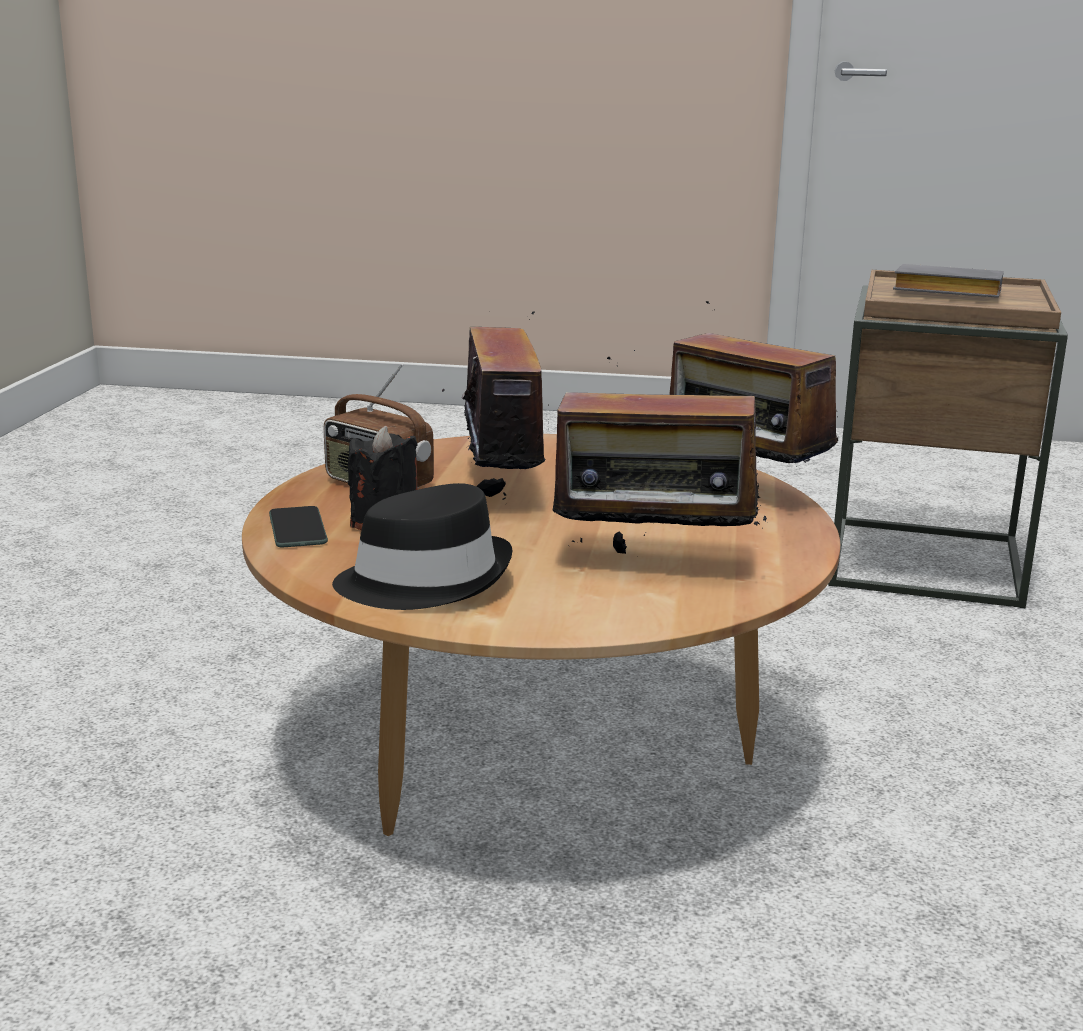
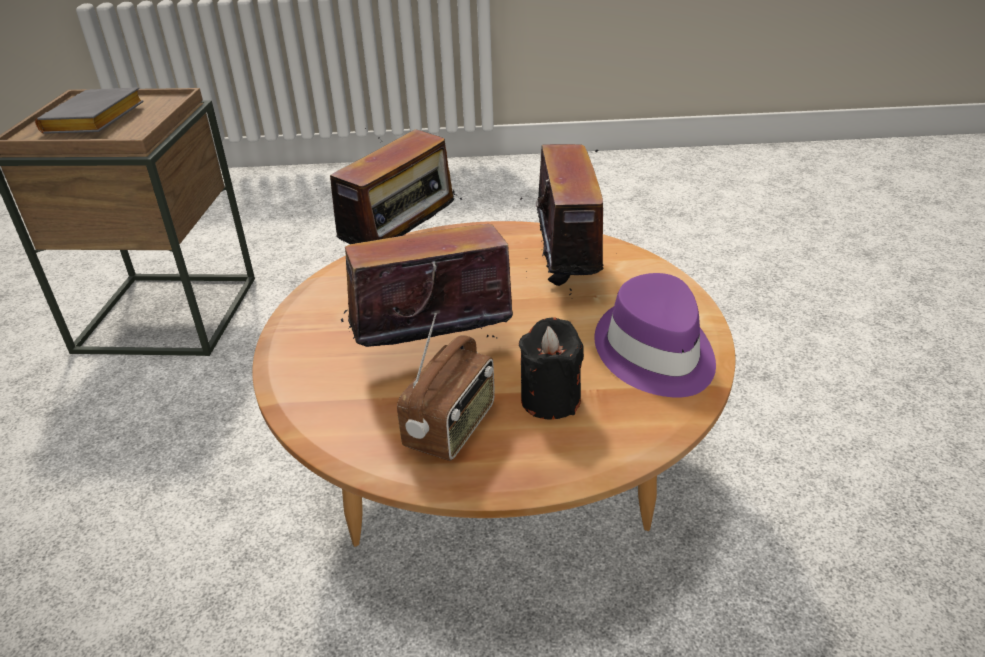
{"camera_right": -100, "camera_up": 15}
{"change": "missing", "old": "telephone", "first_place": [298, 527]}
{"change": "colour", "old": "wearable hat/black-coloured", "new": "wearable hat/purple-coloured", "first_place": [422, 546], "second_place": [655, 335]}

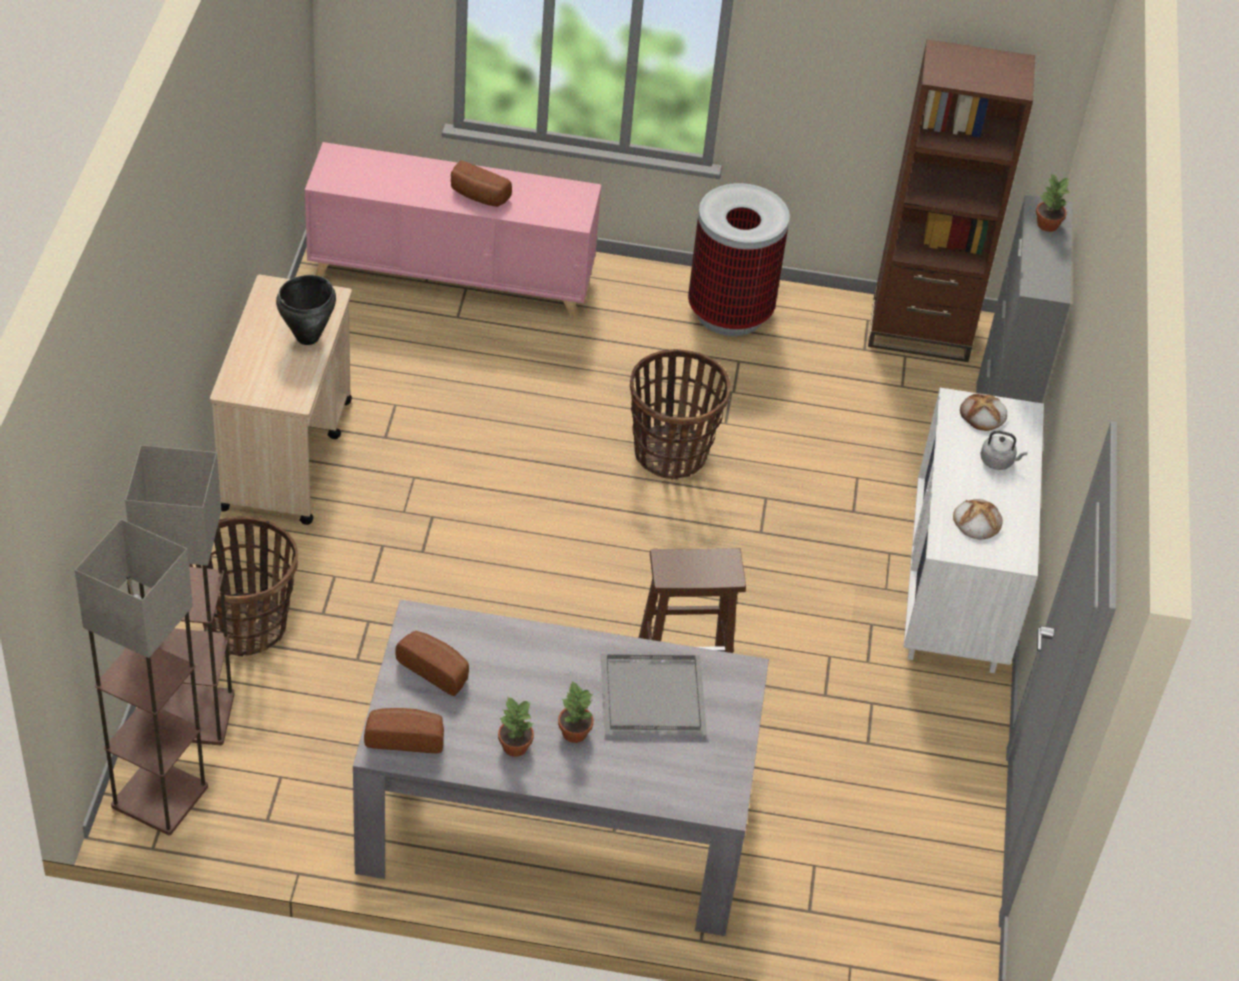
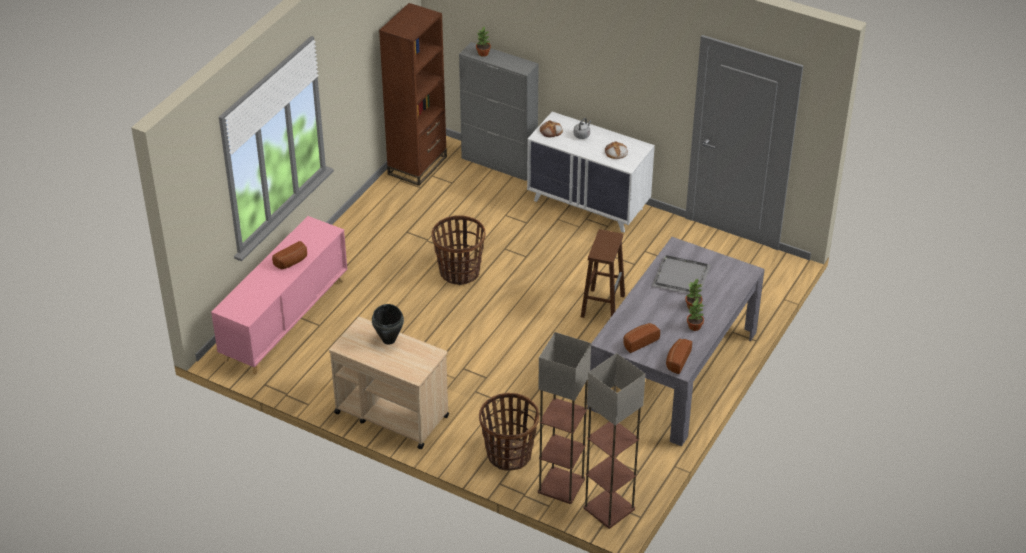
{"camera_right": -65, "camera_up": -5}
{"change": "missing", "old": "waste bin", "first_place": [739, 259]}

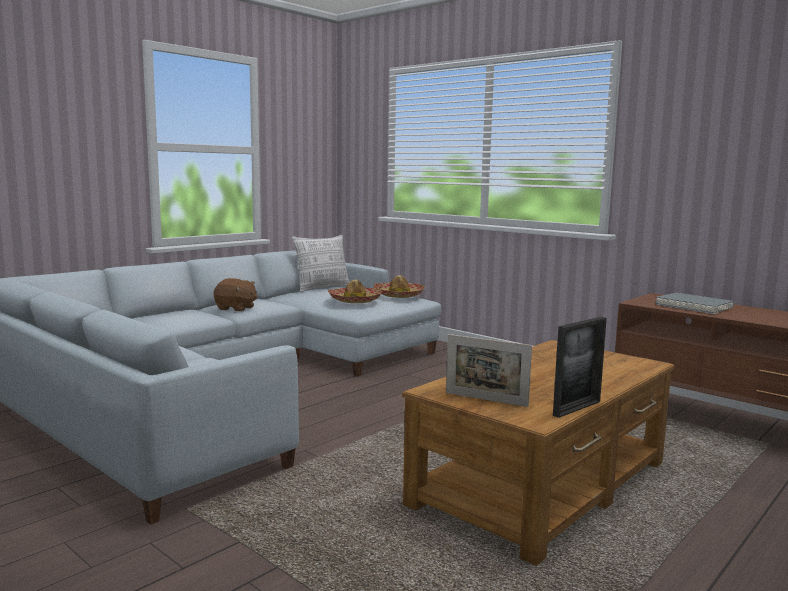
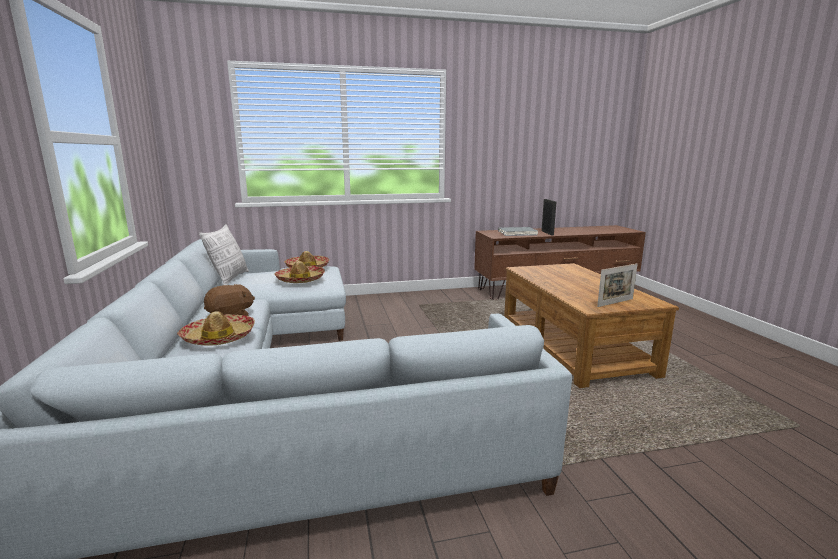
{"camera_right": -55, "camera_up": 5}
{"change": "relocated", "old": "picture frame", "first_place": [580, 367], "second_place": [548, 217]}
{"change": "appeared", "new": "wearable hat", "second_place": [216, 328]}

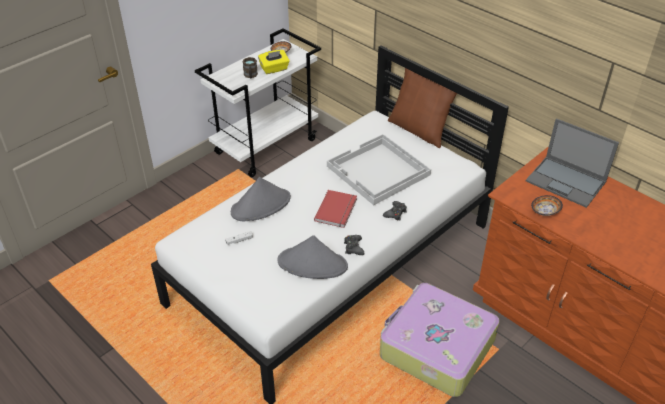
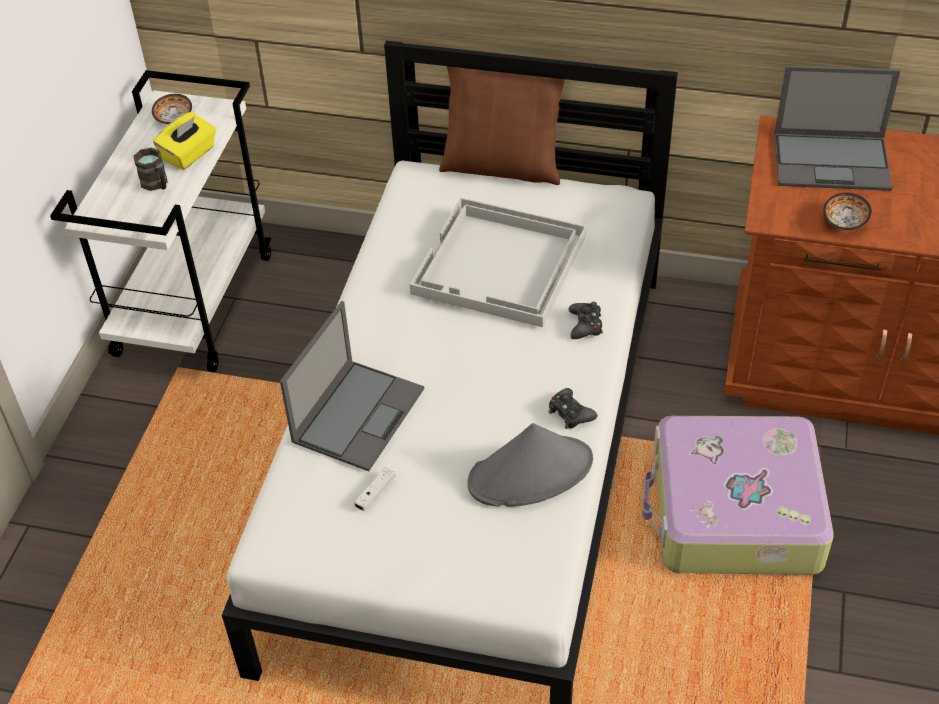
{"camera_right": -30, "camera_up": 5}
{"change": "exchanged", "old": "wearable hat/grey", "new": "laptop", "first_place": [261, 199], "second_place": [352, 386]}
{"change": "missing", "old": "bound book/red-coloured", "first_place": [335, 209]}

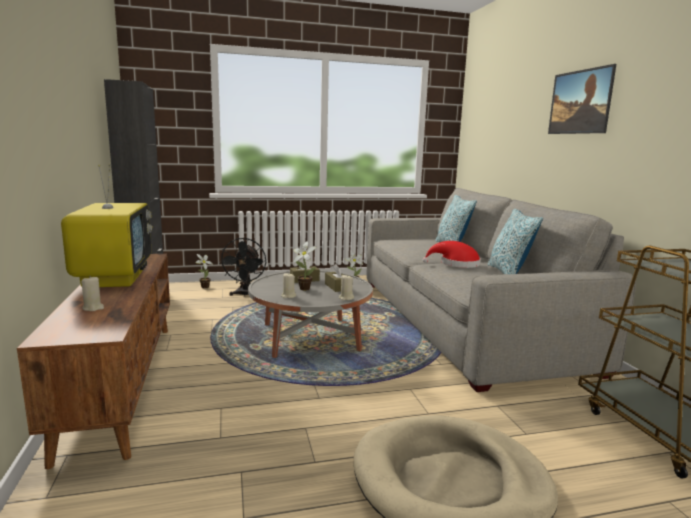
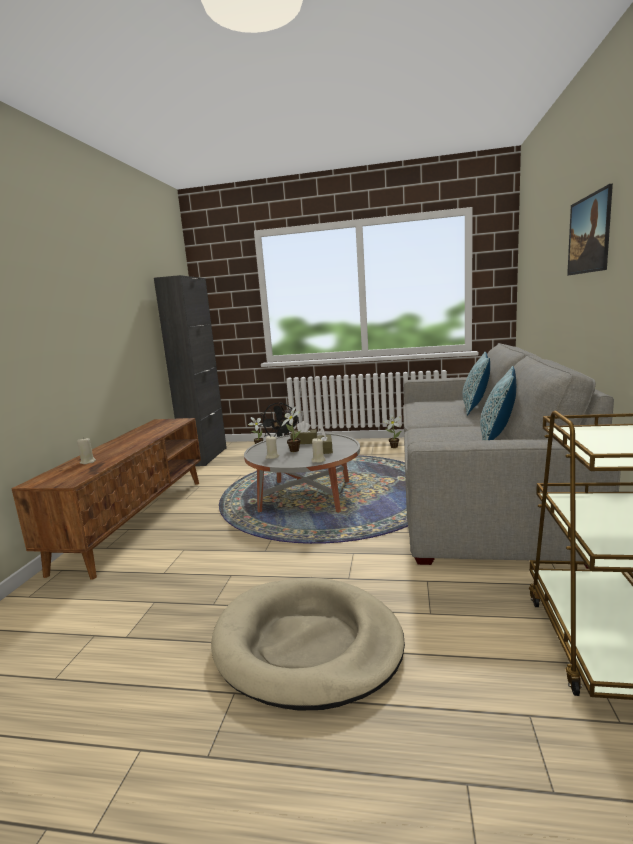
{"camera_right": 25, "camera_up": 0}
{"change": "missing", "old": "television", "first_place": [107, 225]}
{"change": "missing", "old": "wearable hat/red-coloured", "first_place": [452, 254]}

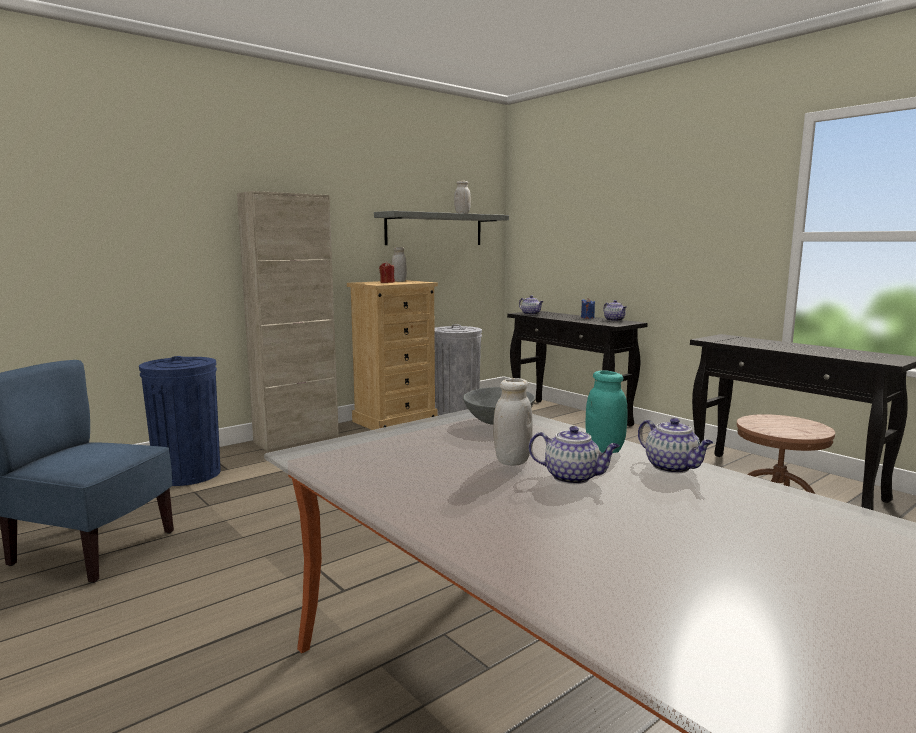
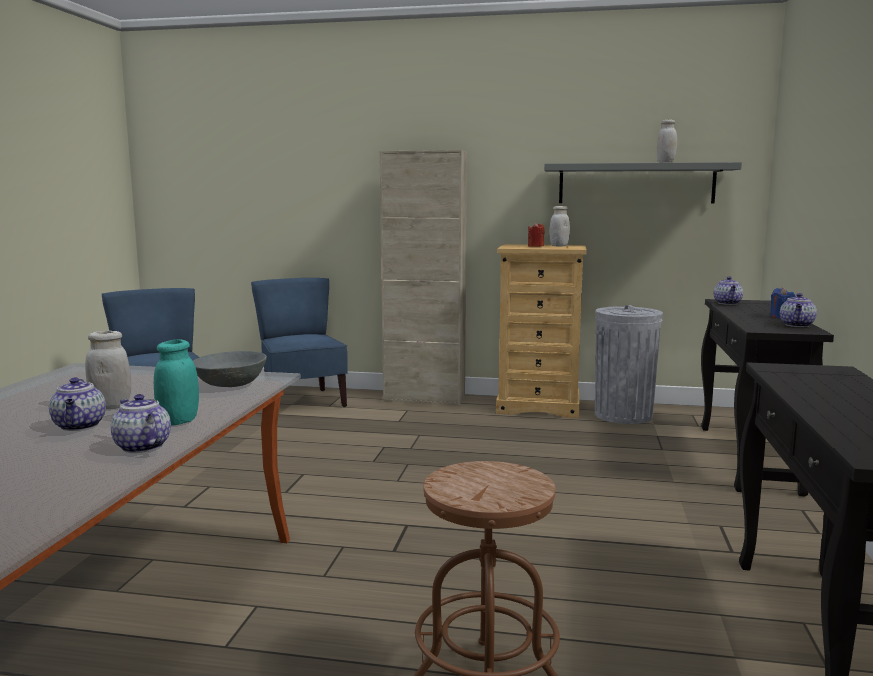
{"camera_right": 50, "camera_up": 0}
{"change": "exchanged", "old": "waste bin/blue", "new": "upright chair/blue", "first_place": [180, 421], "second_place": [299, 342]}
{"change": "spun", "old": "teapot", "first_place": [675, 445], "second_place": [141, 423], "degrees": 120}

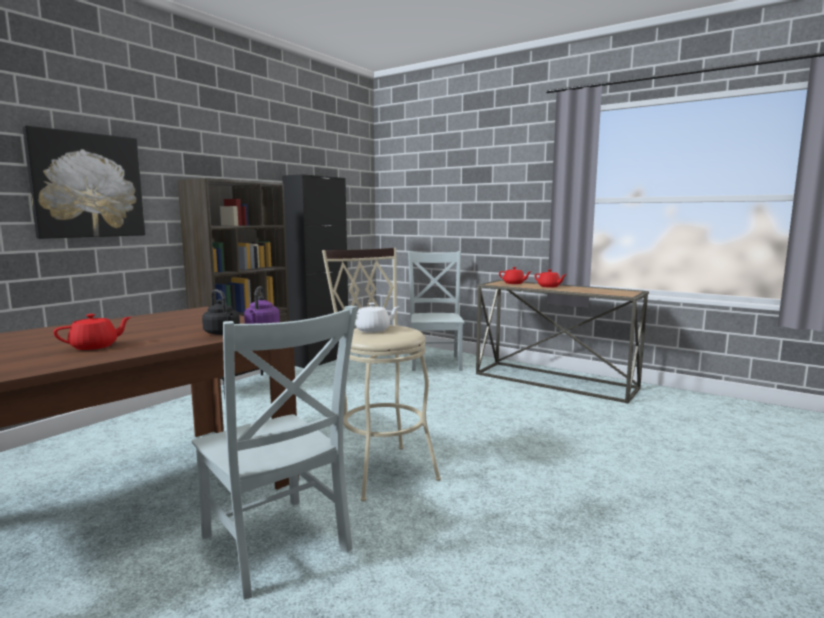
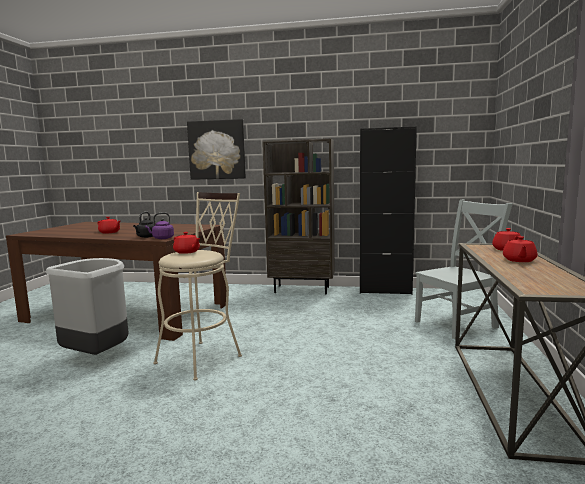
{"camera_right": 65, "camera_up": 0}
{"change": "exchanged", "old": "upright chair/grey", "new": "waste bin/grey", "first_place": [275, 453], "second_place": [87, 306]}
{"change": "colour", "old": "teapot/white-coloured", "new": "teapot/red-coloured", "first_place": [377, 318], "second_place": [186, 243]}

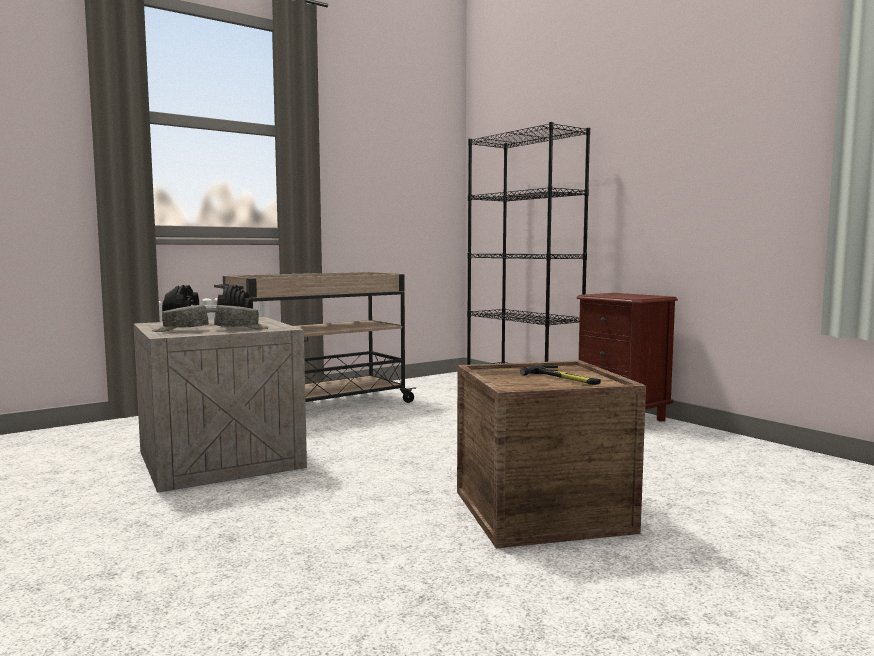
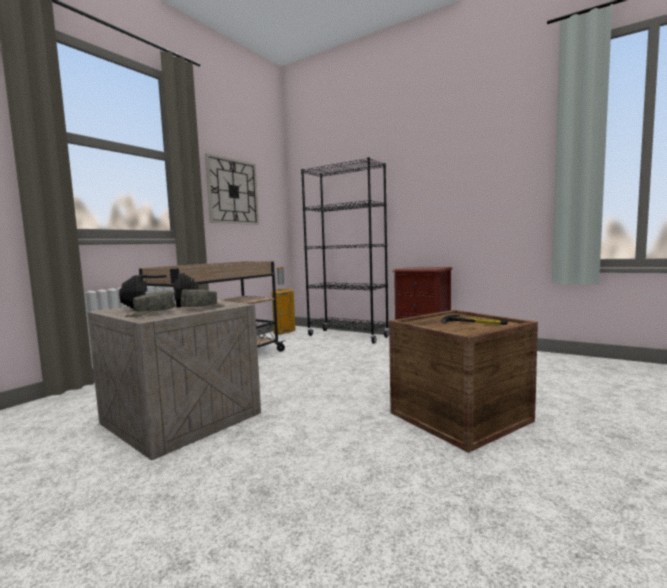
{"camera_right": -20, "camera_up": 0}
{"change": "appeared", "new": "wall clock", "second_place": [232, 189]}
{"change": "appeared", "new": "waste bin", "second_place": [283, 301]}

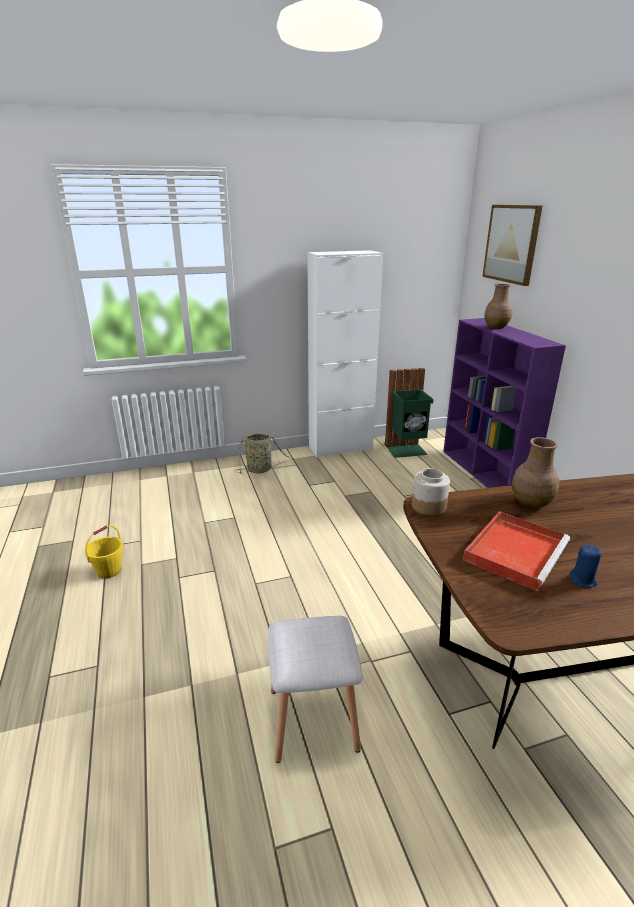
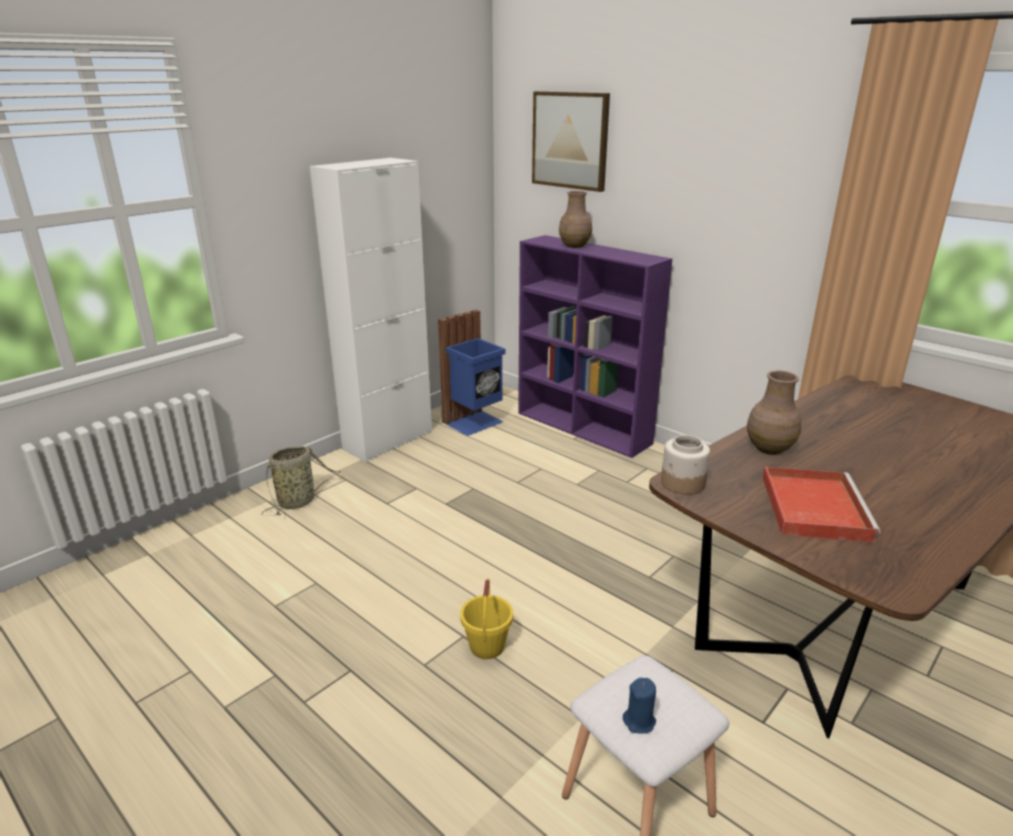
{"camera_right": -30, "camera_up": 0}
{"change": "relocated", "old": "bucket/yellowish", "first_place": [104, 551], "second_place": [486, 619]}
{"change": "colour", "old": "waste bin/green-coloured", "new": "waste bin/blue", "first_place": [409, 413], "second_place": [472, 373]}
{"change": "relocated", "old": "candle/blue", "first_place": [585, 566], "second_place": [639, 705]}

